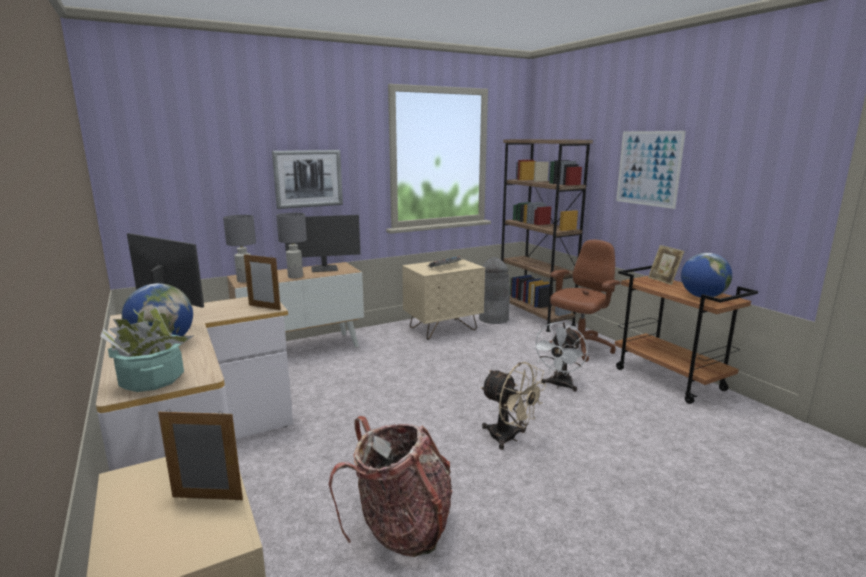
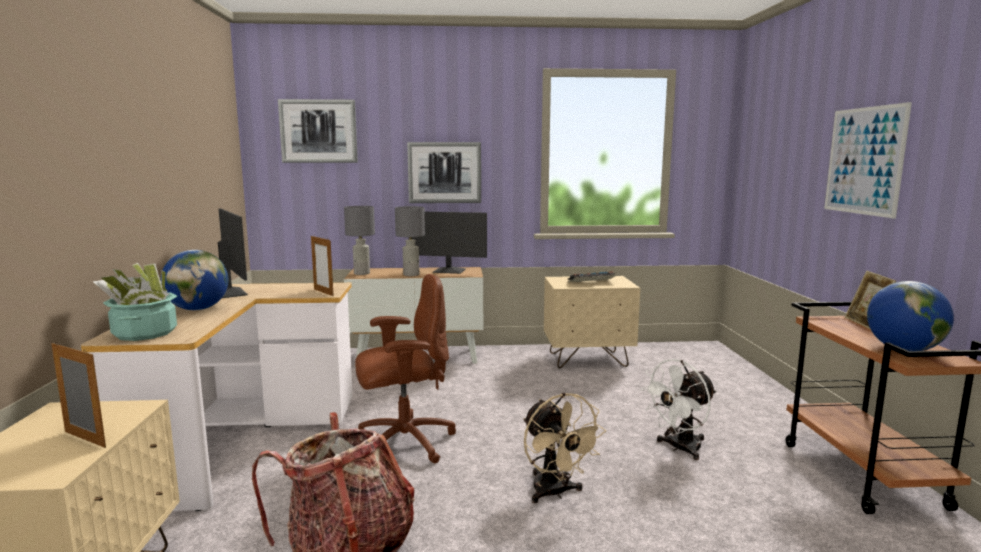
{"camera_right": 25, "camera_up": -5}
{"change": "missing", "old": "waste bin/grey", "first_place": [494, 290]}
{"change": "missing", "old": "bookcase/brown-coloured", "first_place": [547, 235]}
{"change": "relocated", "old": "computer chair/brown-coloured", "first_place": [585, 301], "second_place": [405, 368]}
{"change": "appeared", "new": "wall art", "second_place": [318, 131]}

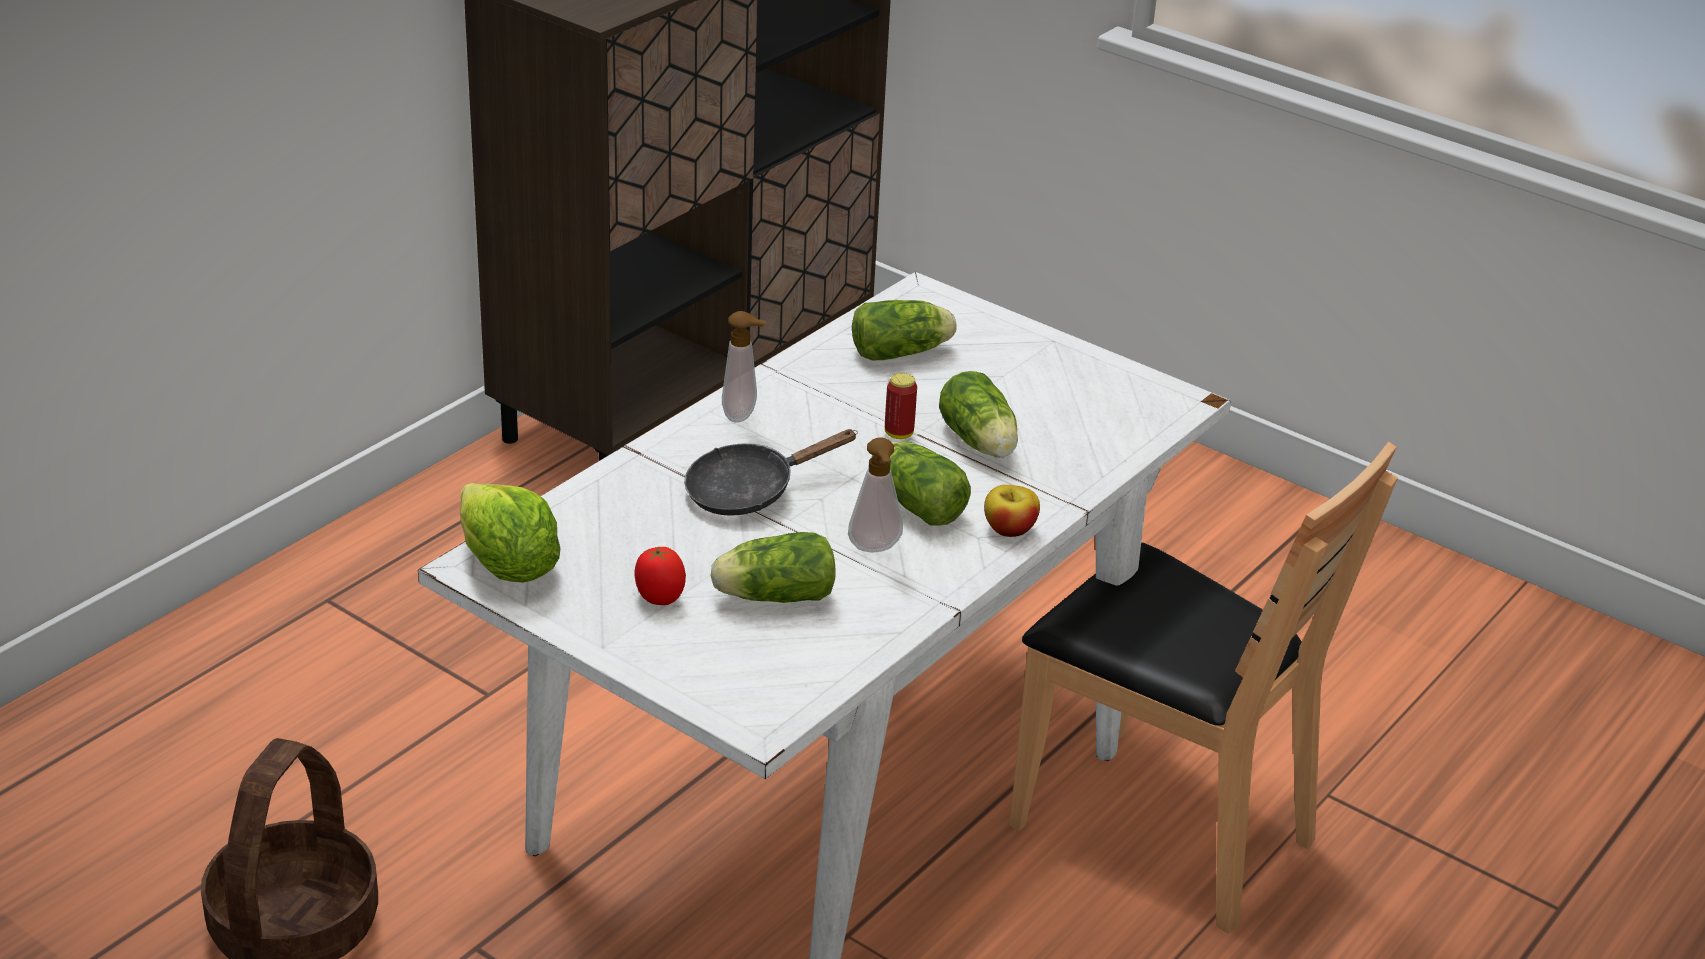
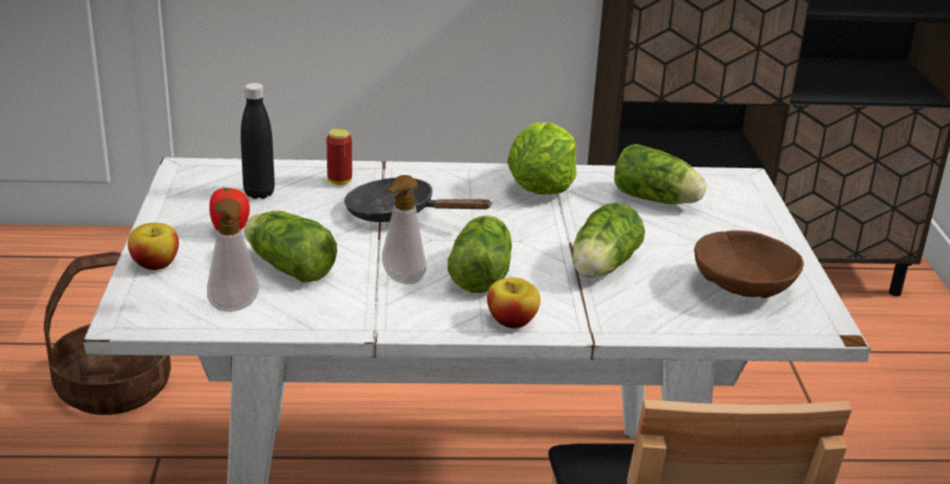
{"camera_right": 50, "camera_up": -5}
{"change": "relocated", "old": "lettuce", "first_place": [510, 533], "second_place": [542, 158]}
{"change": "relocated", "old": "liquid soap bottle", "first_place": [744, 366], "second_place": [233, 255]}
{"change": "relocated", "old": "sealed can", "first_place": [901, 406], "second_place": [339, 156]}
{"change": "appeared", "new": "whole apple", "second_place": [153, 246]}
{"change": "appeared", "new": "beverage bottle/black-coloured", "second_place": [258, 141]}
{"change": "appeared", "new": "serving bowl/brown-coloured", "second_place": [749, 264]}

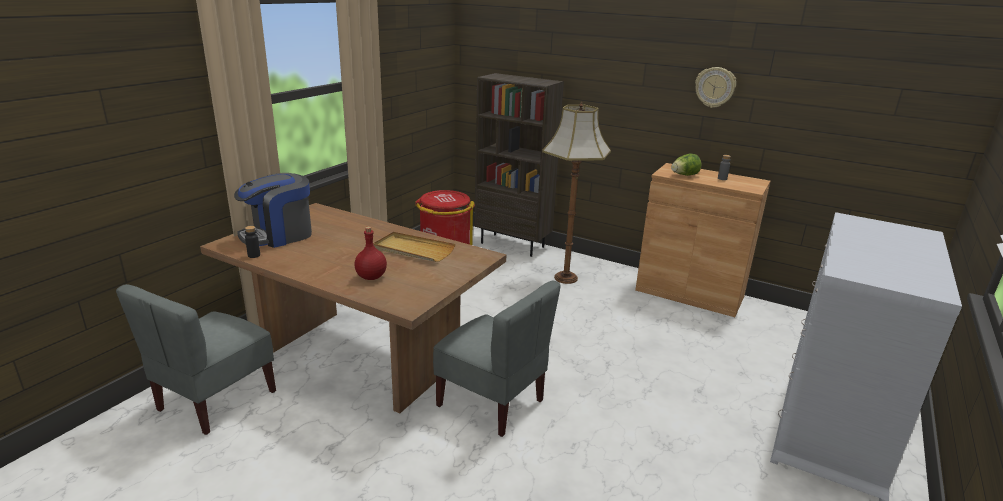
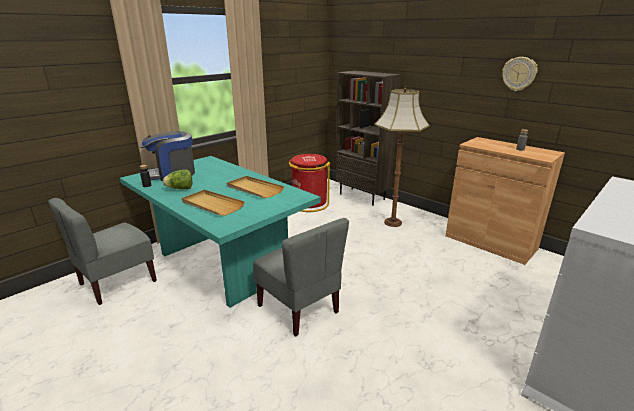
{"camera_right": 15, "camera_up": 0}
{"change": "colour", "old": "dining table/brown-coloured", "new": "dining table/blue-green", "first_place": [353, 308], "second_place": [220, 232]}
{"change": "exchanged", "old": "beverage bottle/red-coloured", "new": "tray/sand-coloured", "first_place": [370, 253], "second_place": [213, 203]}
{"change": "relocated", "old": "lettuce", "first_place": [686, 164], "second_place": [177, 179]}

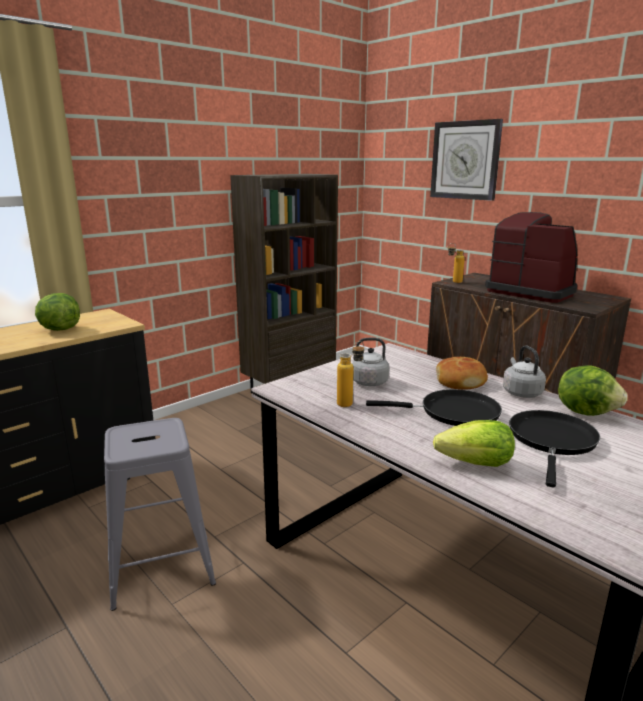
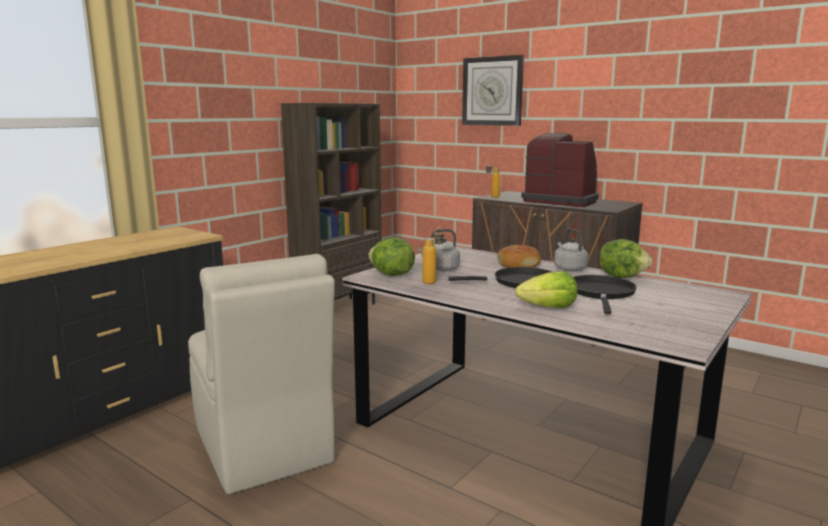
{"camera_right": -10, "camera_up": -5}
{"change": "relocated", "old": "lettuce", "first_place": [57, 312], "second_place": [391, 257]}
{"change": "exchanged", "old": "stool/grey", "new": "upright chair/sand-coloured", "first_place": [160, 514], "second_place": [261, 374]}

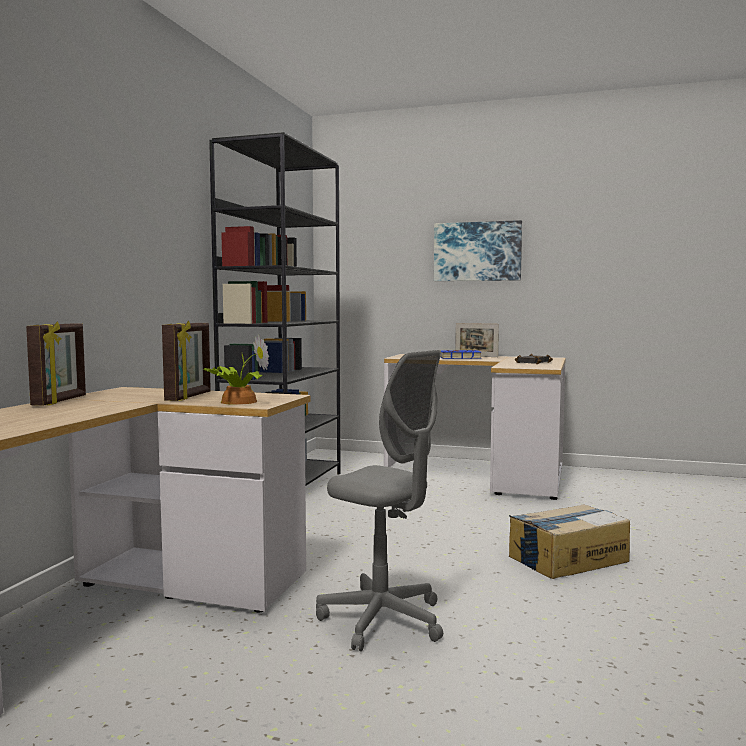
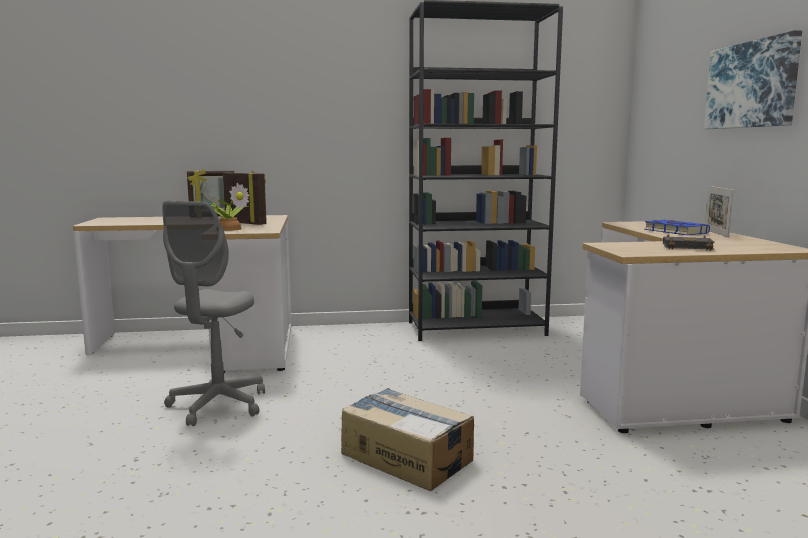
{"camera_right": 65, "camera_up": 5}
{"change": "spun", "old": "picture frame", "first_place": [186, 361], "second_place": [245, 198], "degrees": -135}

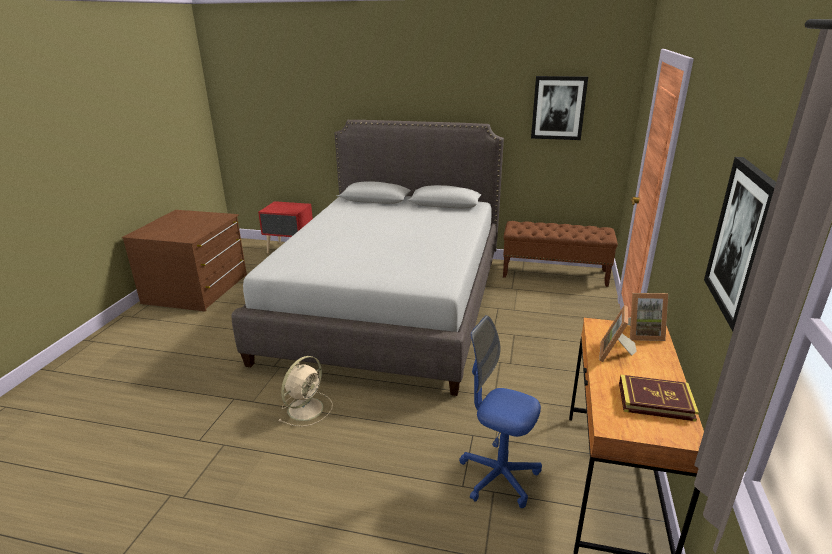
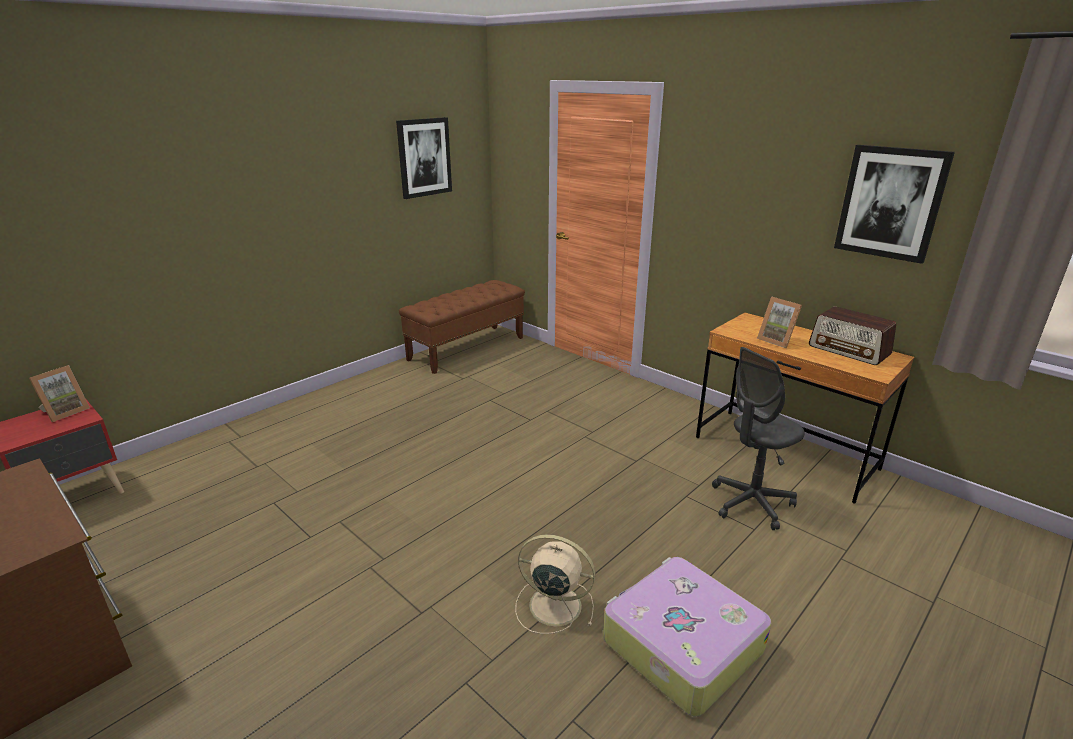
{"camera_right": -60, "camera_up": 0}
{"change": "missing", "old": "sleeping bed/grey", "first_place": [367, 258]}
{"change": "spun", "old": "fan/sand-coloured", "first_place": [306, 391], "second_place": [555, 584], "degrees": -45}
{"change": "colour", "old": "computer chair/blue", "new": "computer chair/grey", "first_place": [500, 411], "second_place": [758, 438]}
{"change": "exchanged", "old": "bound book", "new": "radio receiver", "first_place": [659, 398], "second_place": [852, 335]}
{"change": "relocated", "old": "picture frame", "first_place": [648, 317], "second_place": [59, 393]}
{"change": "appeared", "new": "suitcase", "second_place": [687, 636]}

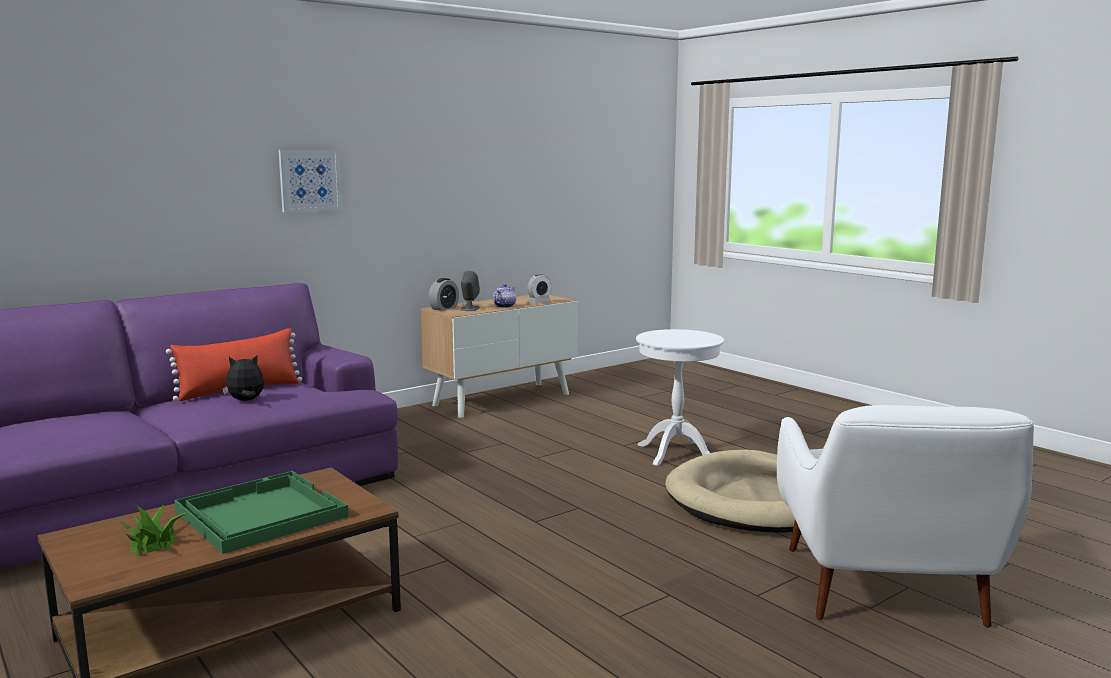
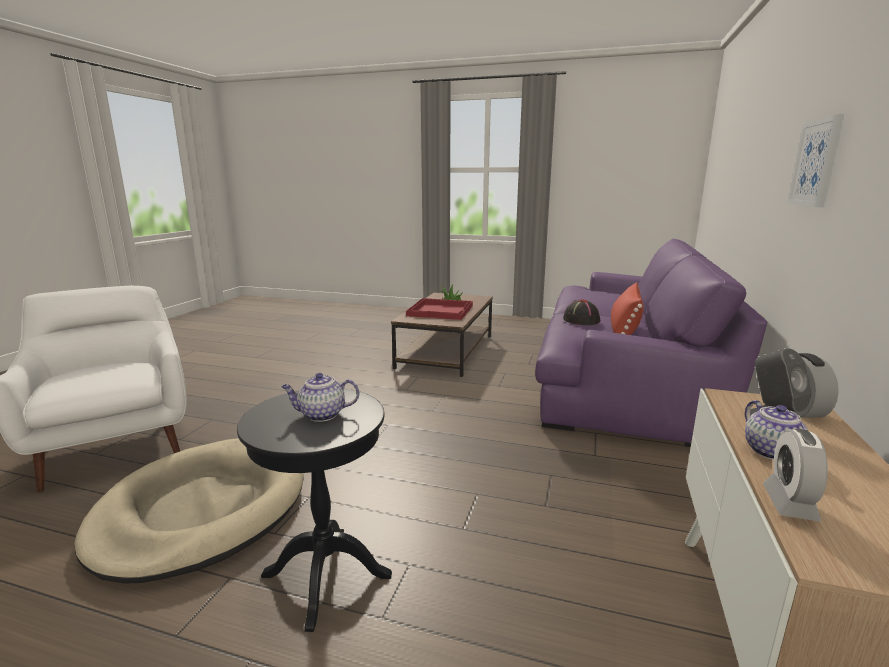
{"camera_right": 145, "camera_up": 5}
{"change": "colour", "old": "tray/green-coloured", "new": "tray/red-coloured", "first_place": [261, 512], "second_place": [439, 309]}
{"change": "exchanged", "old": "soft toy", "new": "wearable hat/black-coloured", "first_place": [243, 378], "second_place": [581, 312]}
{"change": "colour", "old": "accent table/white-coloured", "new": "accent table/black-coloured", "first_place": [680, 397], "second_place": [314, 510]}
{"change": "appeared", "new": "teapot", "second_place": [320, 397]}

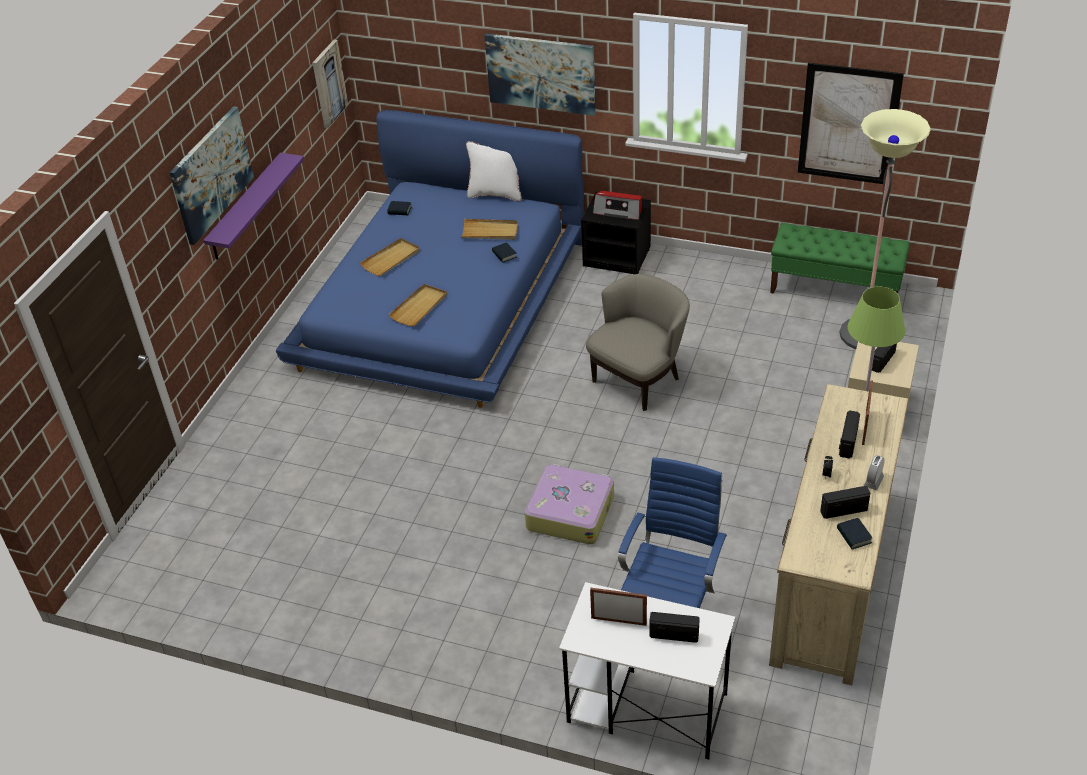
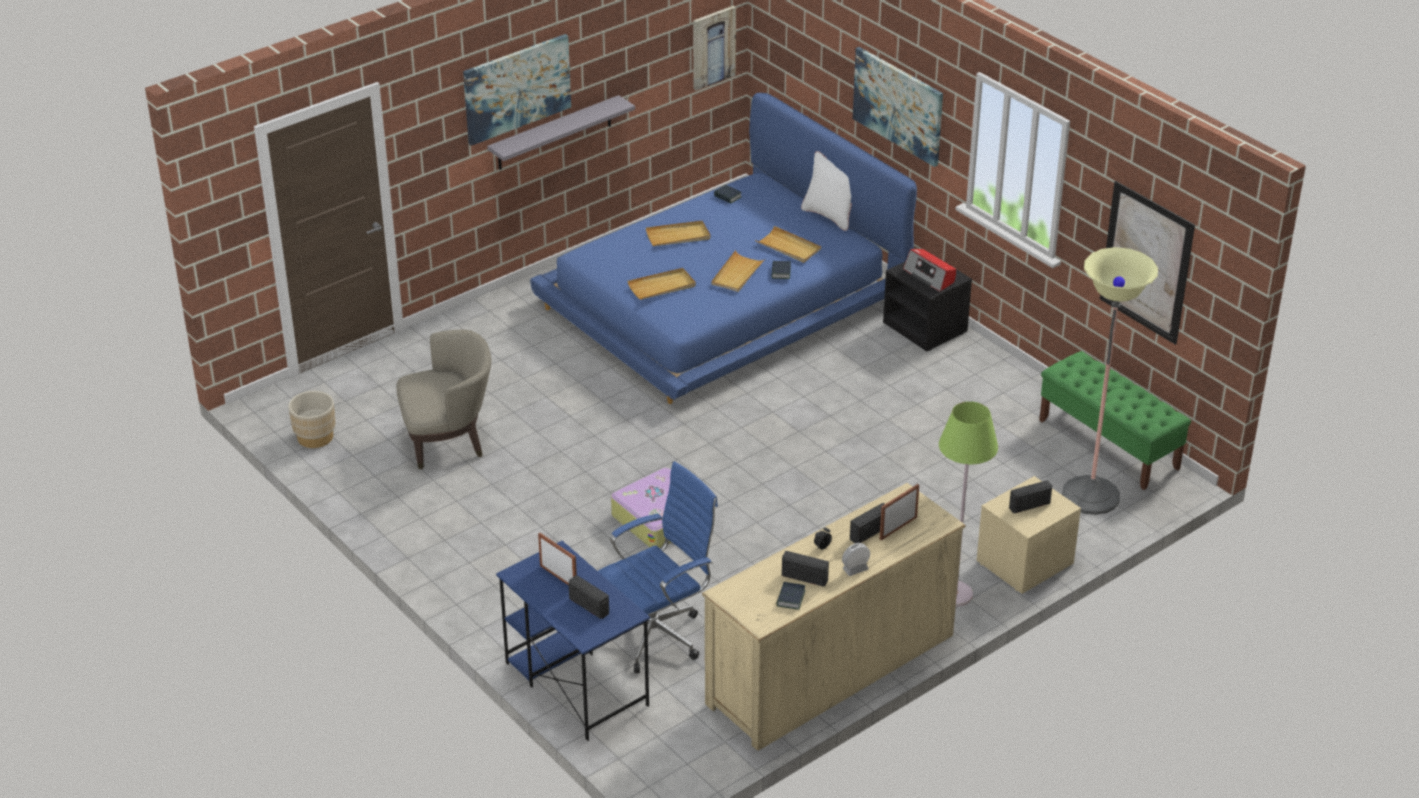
{"camera_right": 30, "camera_up": -5}
{"change": "colour", "old": "shelf/purple-coloured", "new": "shelf/grey", "first_place": [253, 206], "second_place": [561, 132]}
{"change": "colour", "old": "desk/white-coloured", "new": "desk/blue", "first_place": [647, 670], "second_place": [573, 641]}
{"change": "relocated", "old": "armchair/sand-coloured", "first_place": [638, 342], "second_place": [443, 399]}
{"change": "appeared", "new": "planter/sand-coloured", "second_place": [312, 419]}
{"change": "appeared", "new": "tray/sand-coloured", "second_place": [738, 271]}

